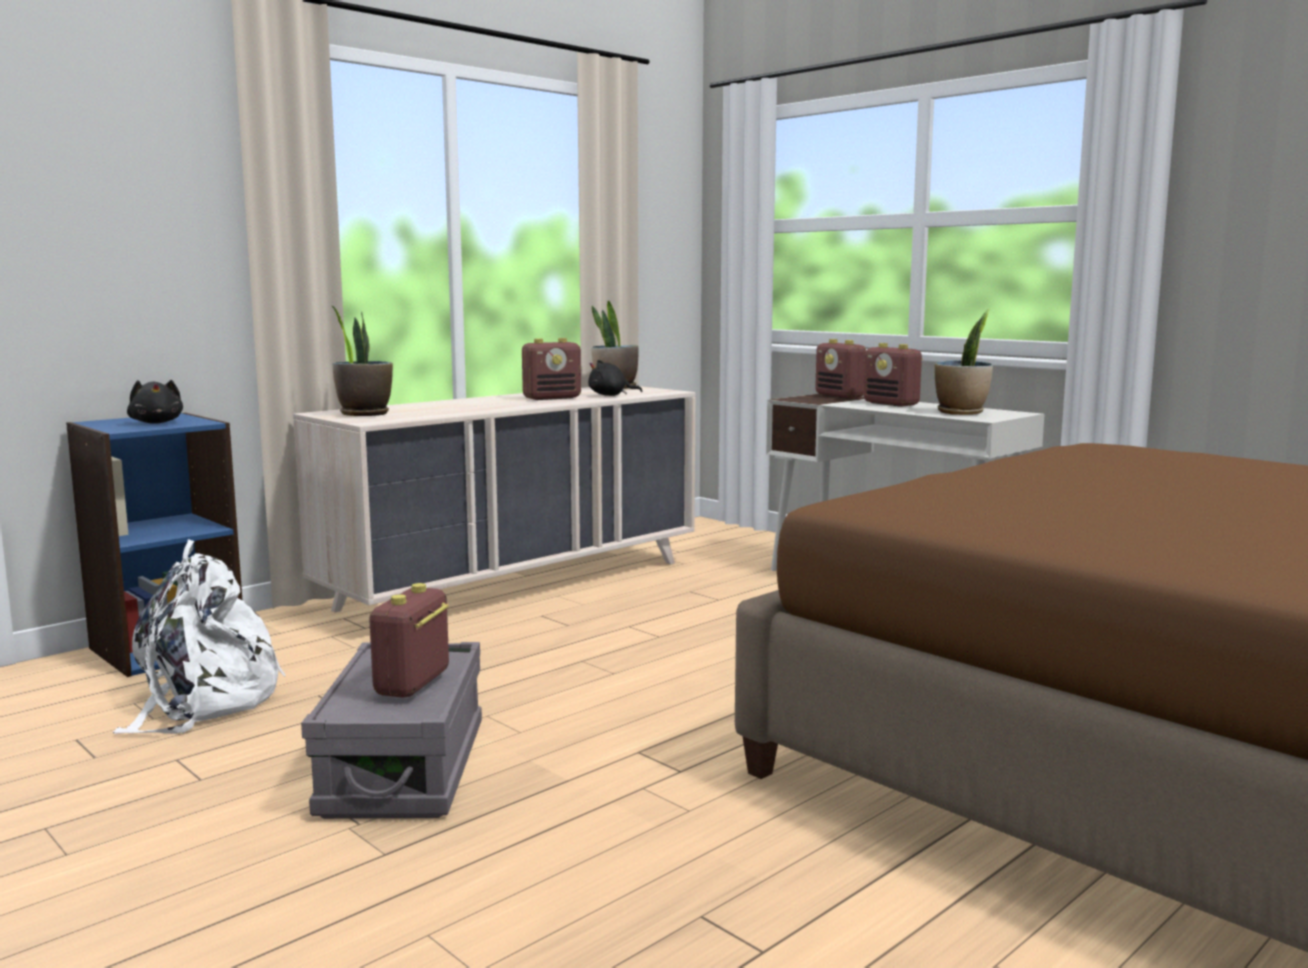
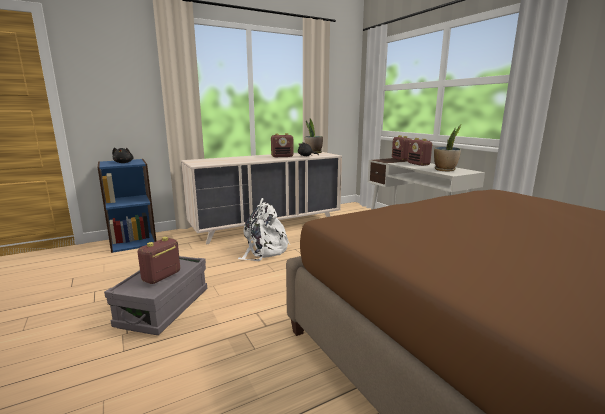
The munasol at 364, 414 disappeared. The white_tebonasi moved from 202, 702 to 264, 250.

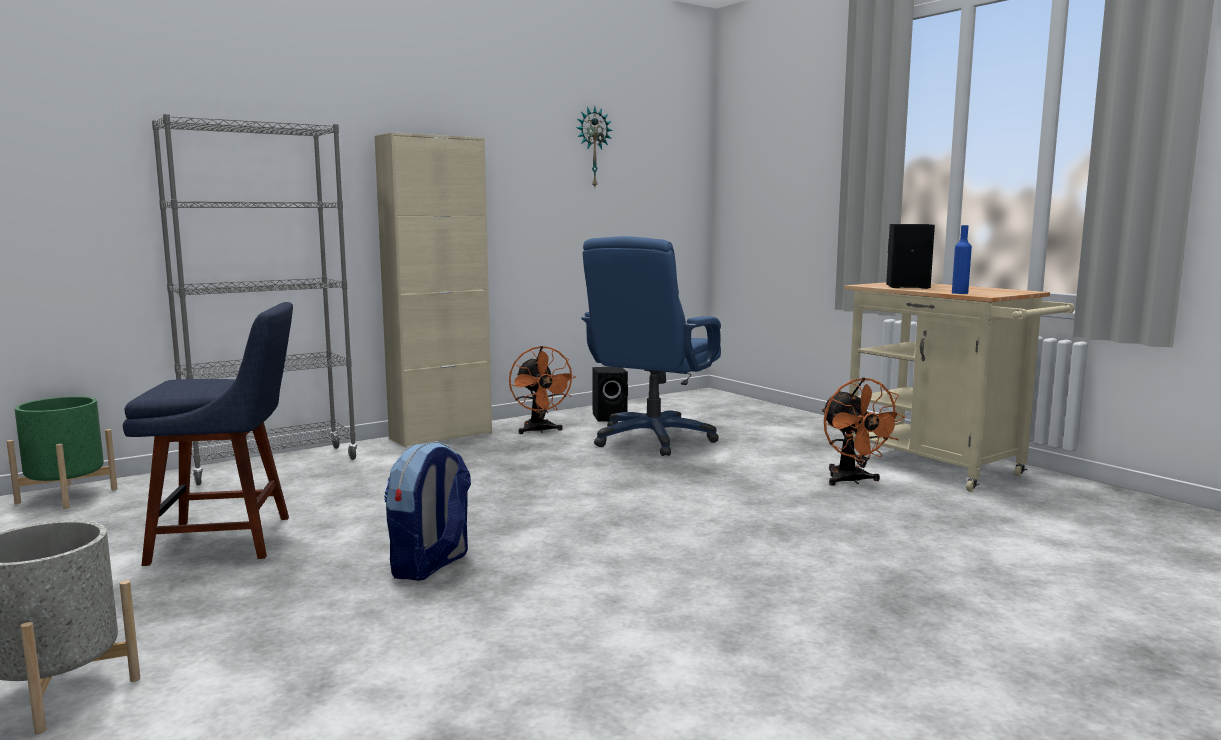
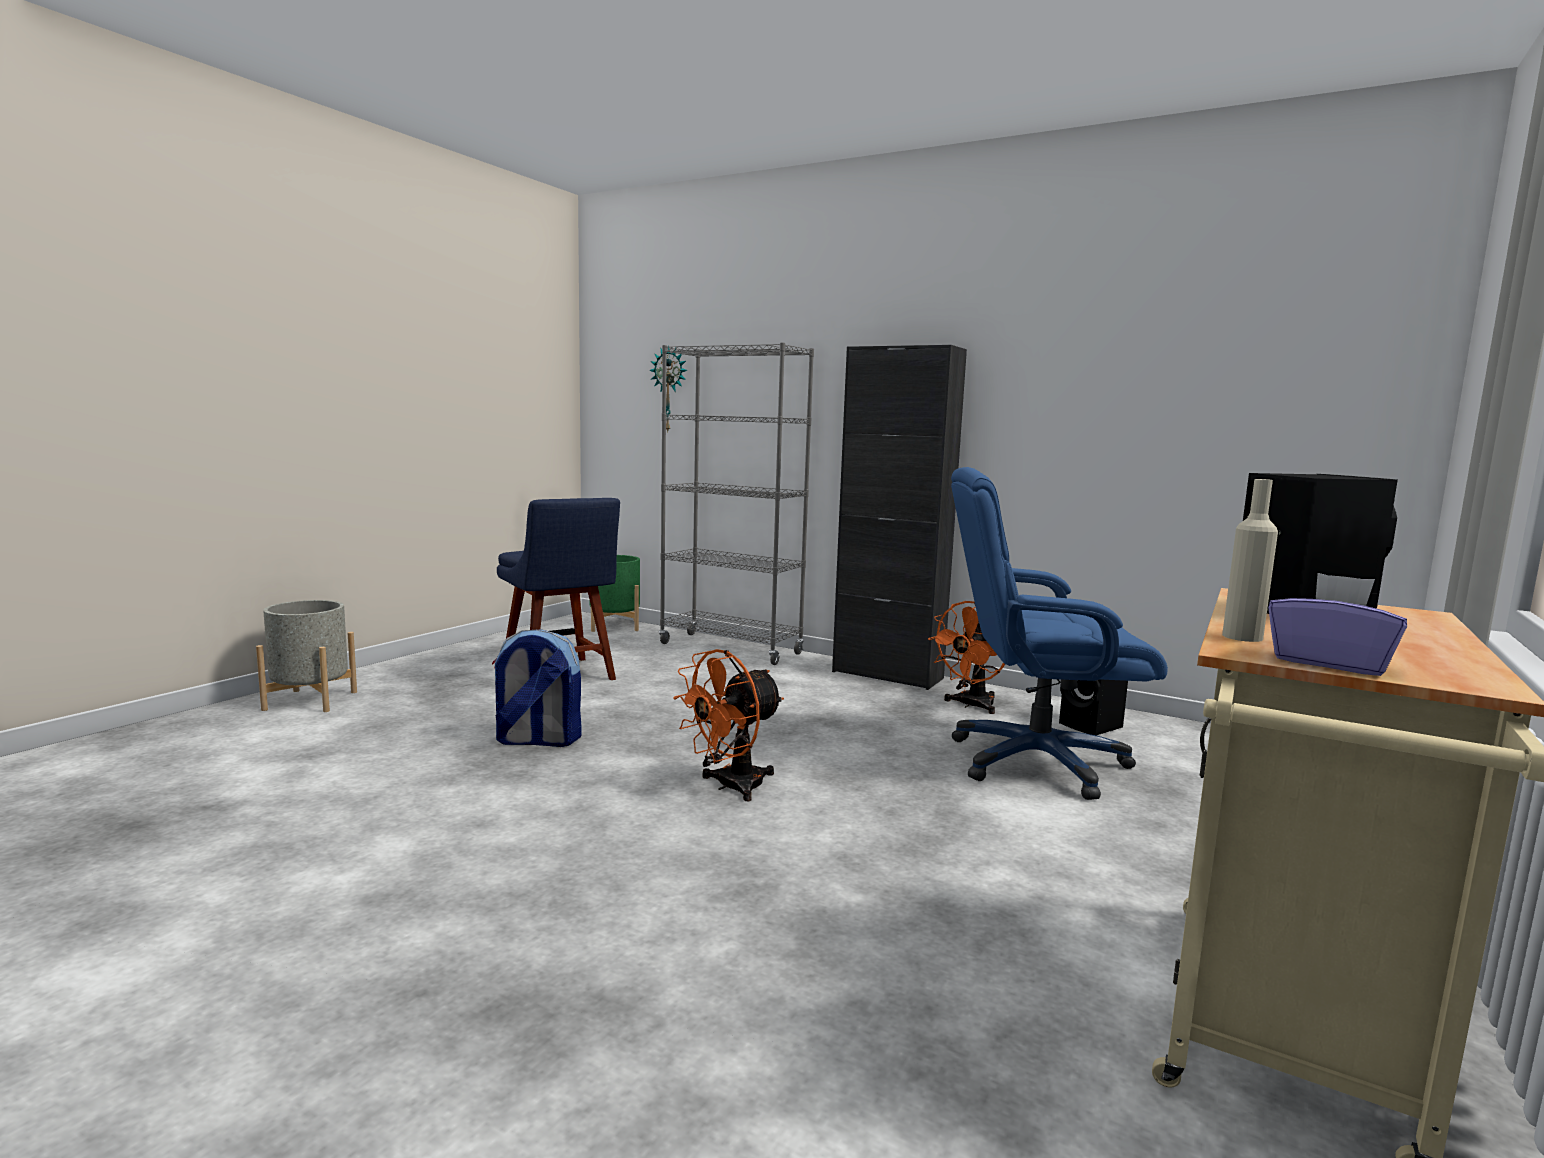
The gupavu moved from 592, 147 to 670, 389. The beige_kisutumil at 441, 435 became the black_kisutumil at 887, 675. The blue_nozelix at 959, 293 became the beige_nozelix at 1242, 637. The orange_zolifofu moved from 852, 481 to 730, 786. The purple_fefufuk at 1330, 663 appeared.

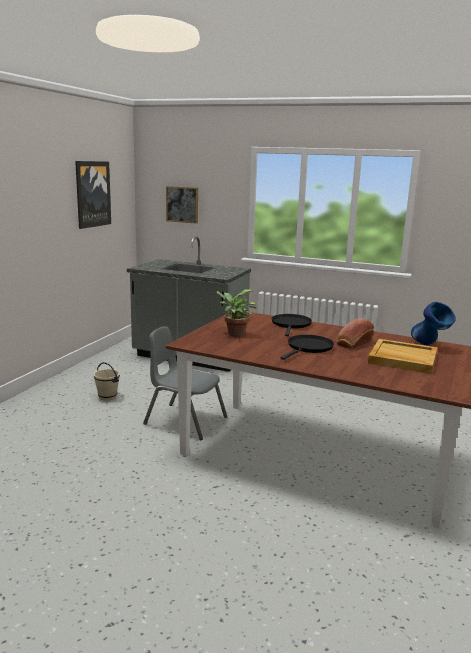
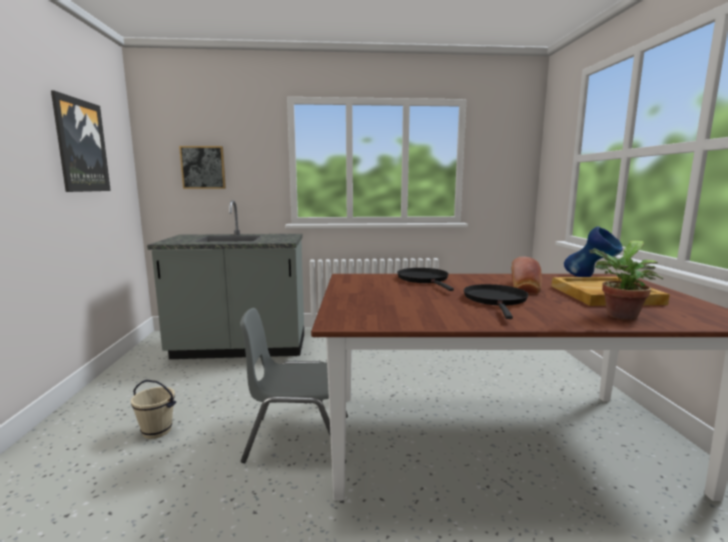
The munasol moved from 234, 334 to 619, 316.

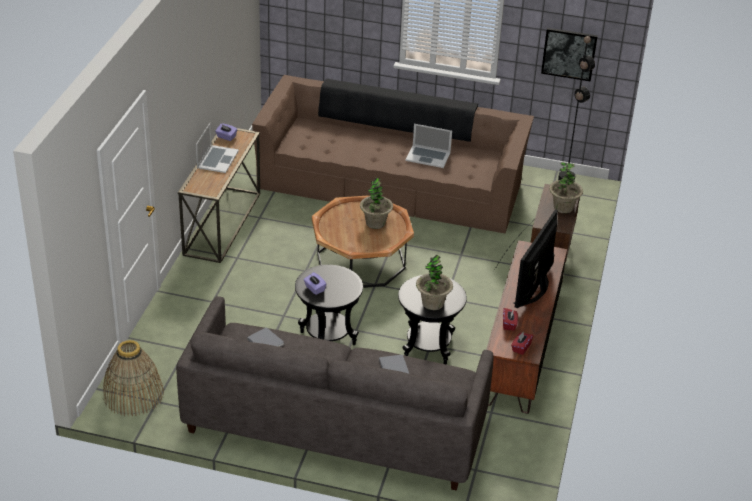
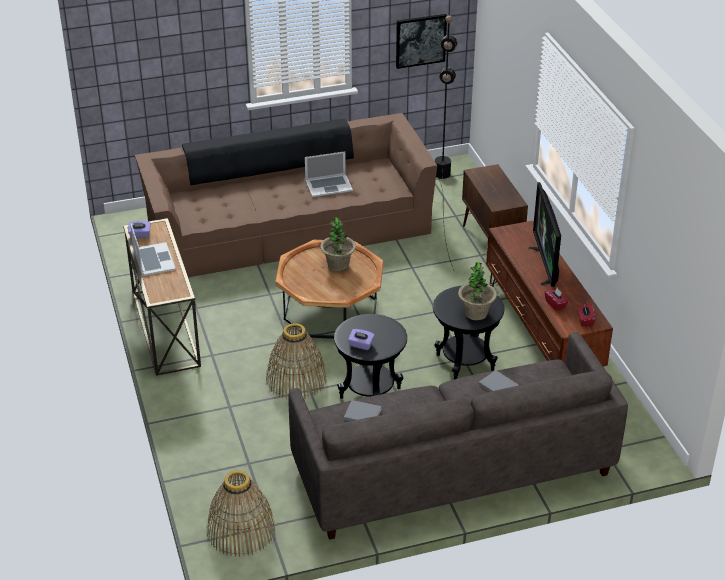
The munasol at 563, 207 disappeared. The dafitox at 296, 379 appeared.

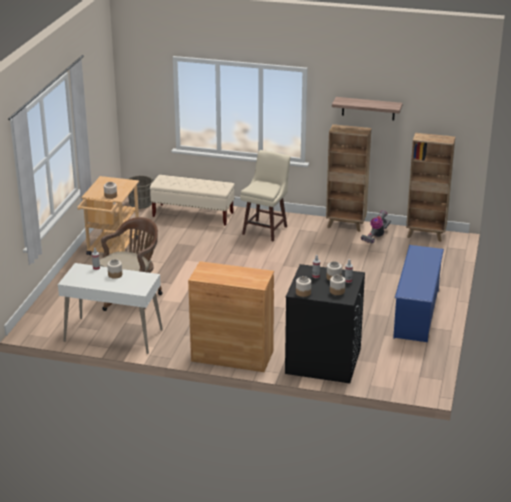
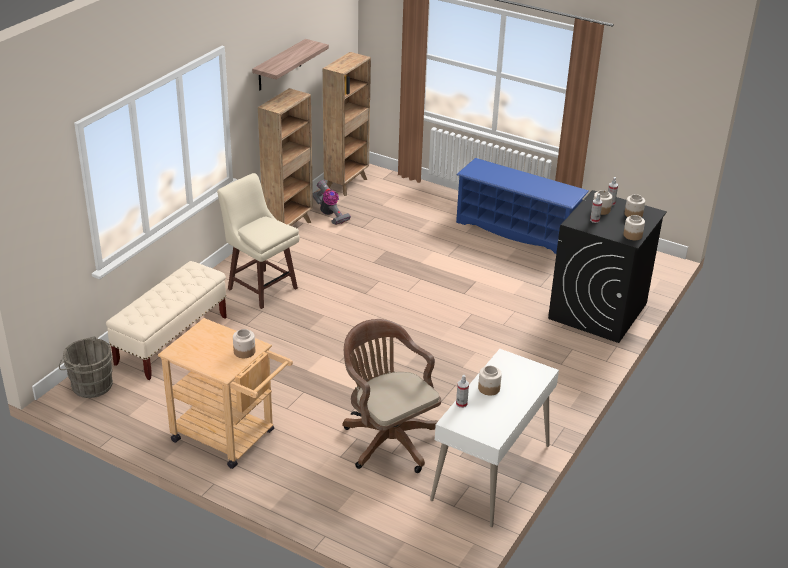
The brown_kisutumil at 232, 356 disappeared.

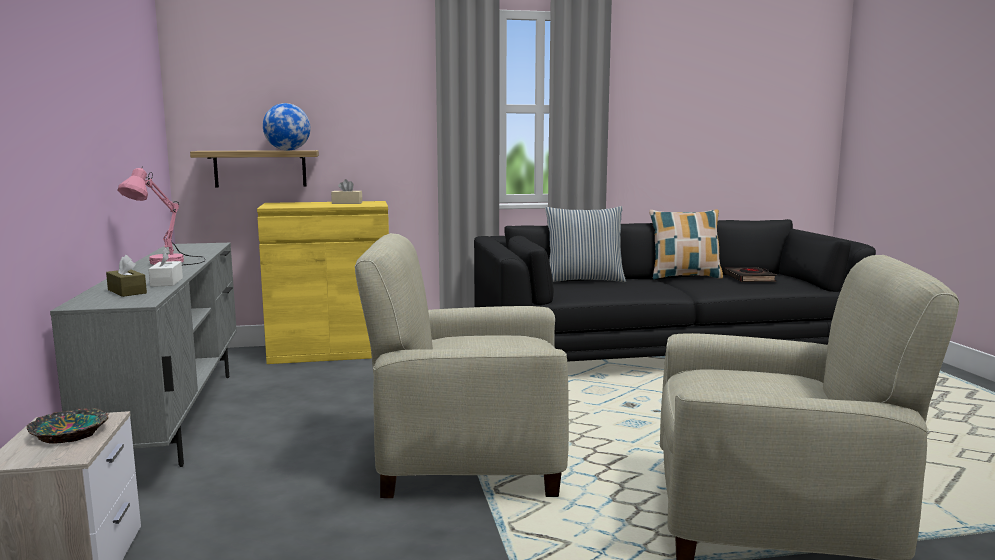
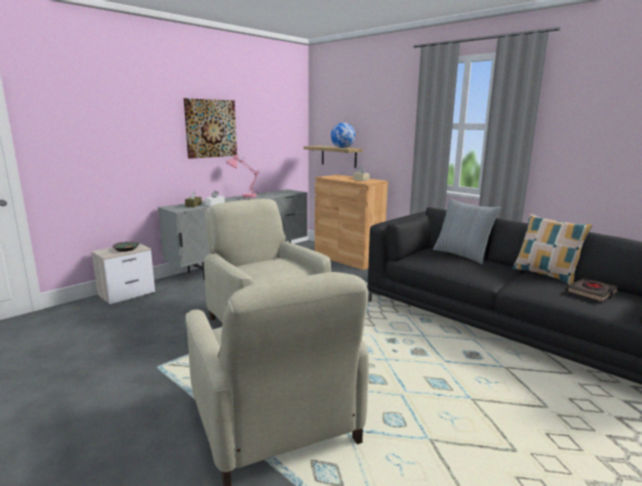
The yellow_kisutumil at 331, 352 became the brown_kisutumil at 348, 258. The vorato at 210, 128 appeared.

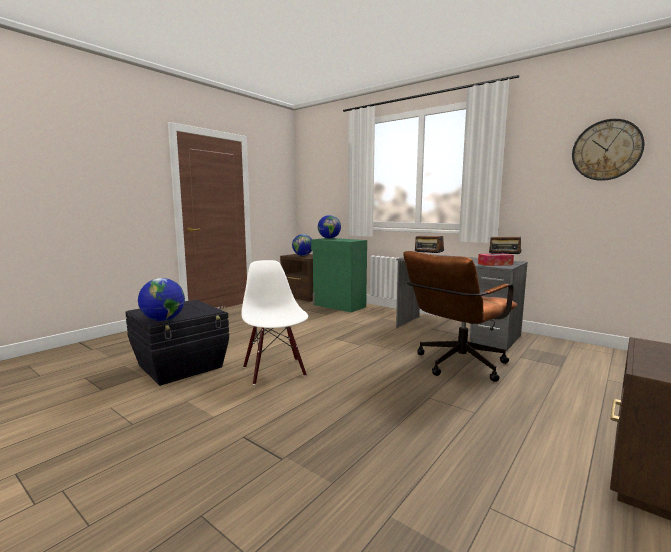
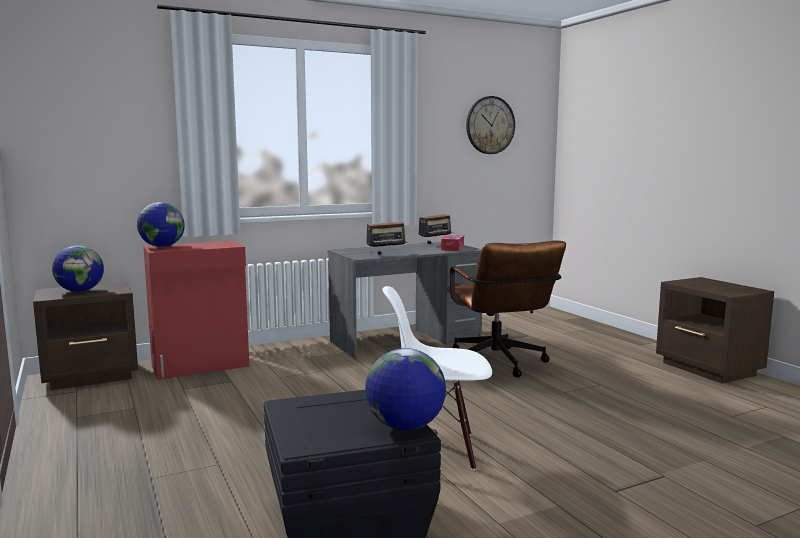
The green_kisutumil at 339, 306 became the red_kisutumil at 201, 366.

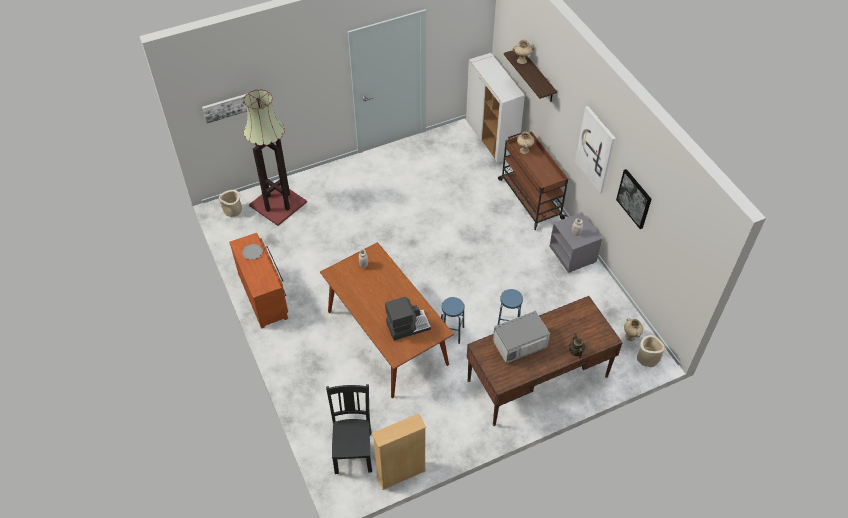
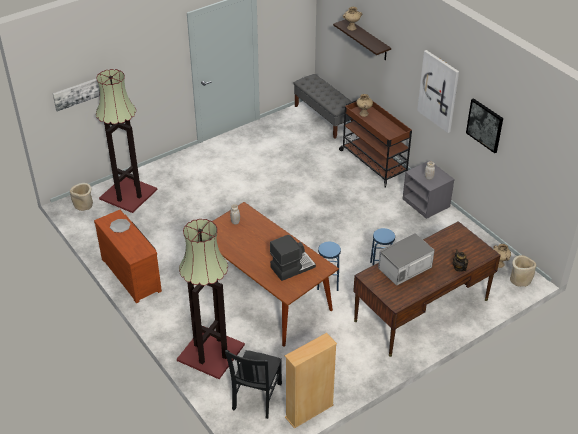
The white_kisutumil at 492, 138 was replaced by the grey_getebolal at 324, 118. The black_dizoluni at 353, 450 turned 150 degrees counterclockwise. The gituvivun at 212, 352 appeared.

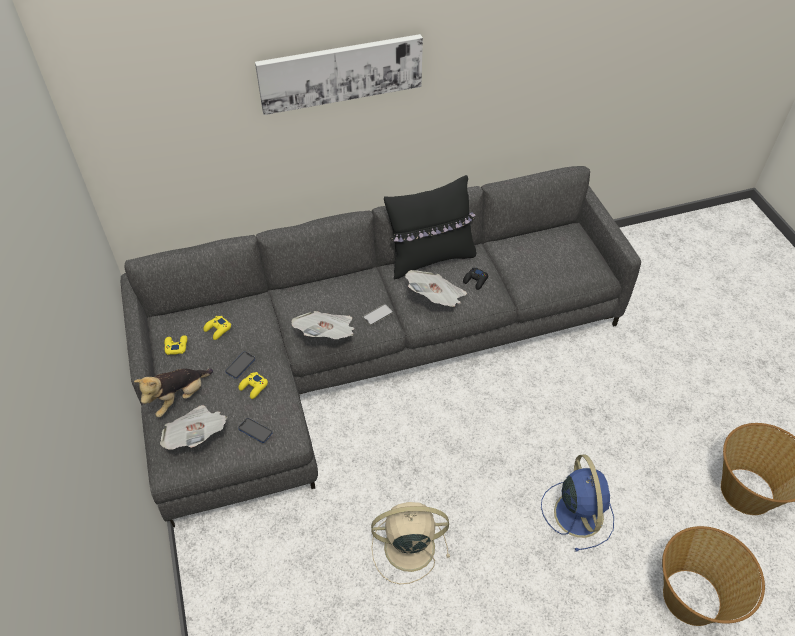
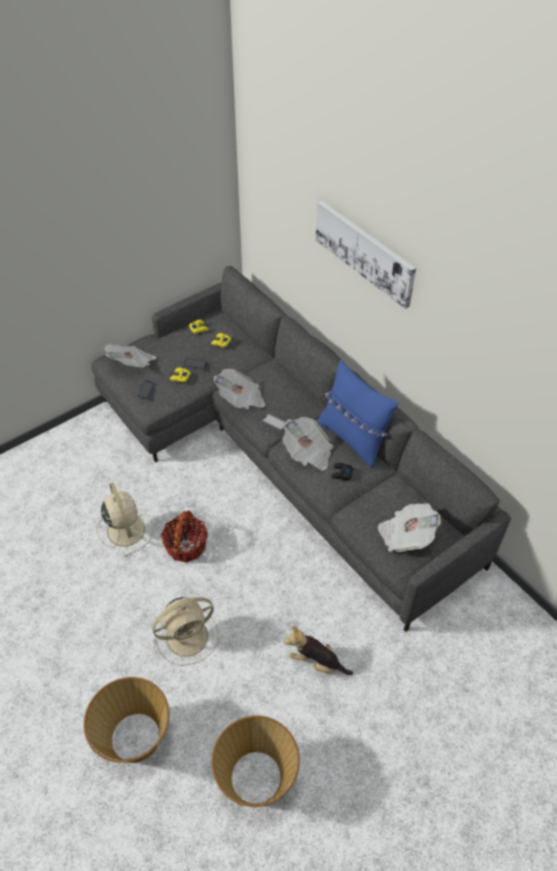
The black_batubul at 430, 258 became the blue_batubul at 353, 438. The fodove moved from 179, 398 to 316, 662. The blue_zolifofu at 578, 512 became the beige_zolifofu at 189, 636. The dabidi at 406, 535 appeared. The dafitox at 186, 545 appeared.

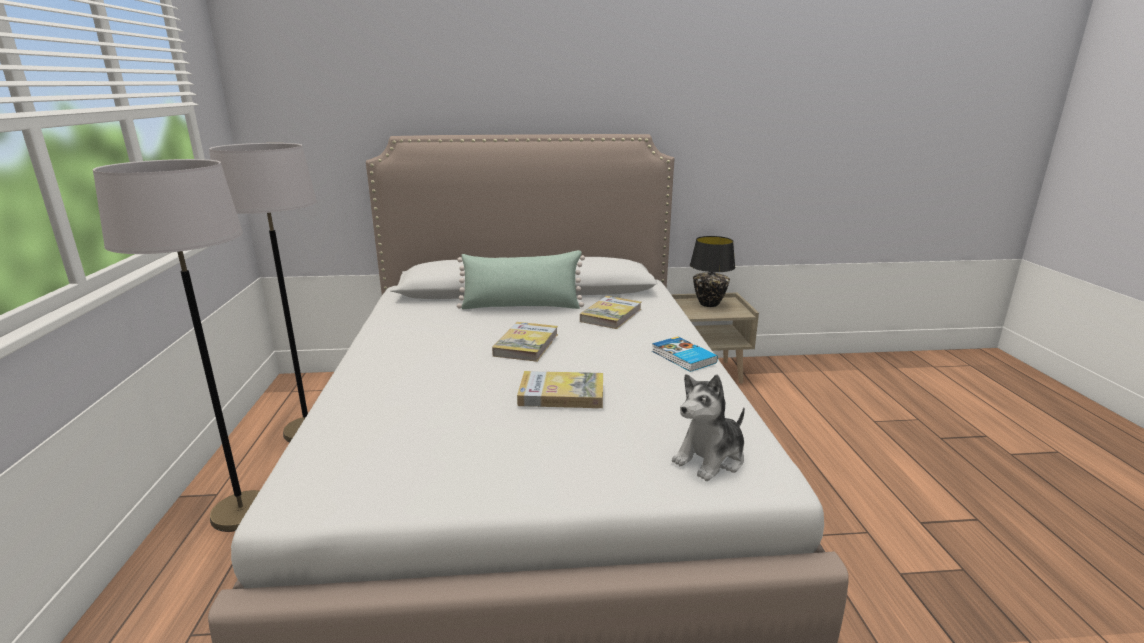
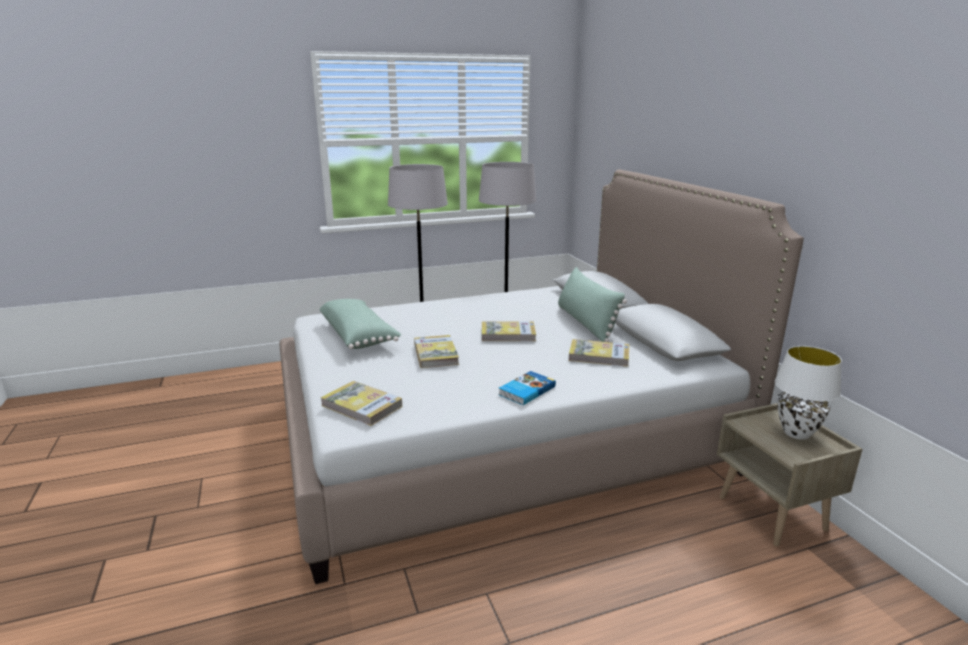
The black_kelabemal at 708, 304 became the white_kelabemal at 797, 433. The fodove at 710, 459 was replaced by the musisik at 362, 406. The green_batubul at 359, 336 appeared.

